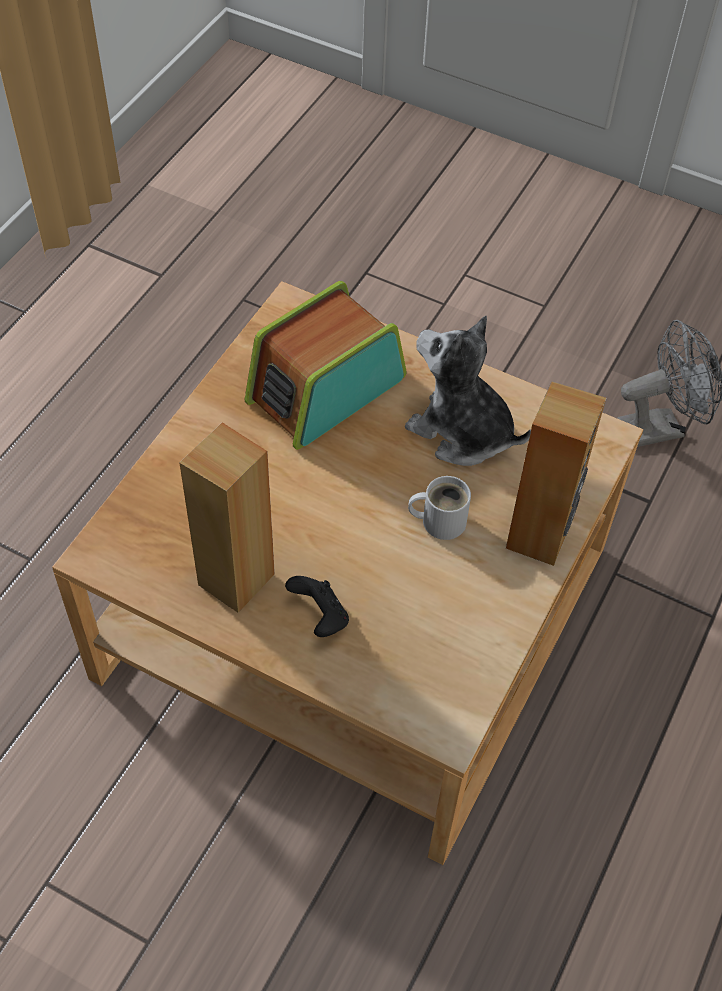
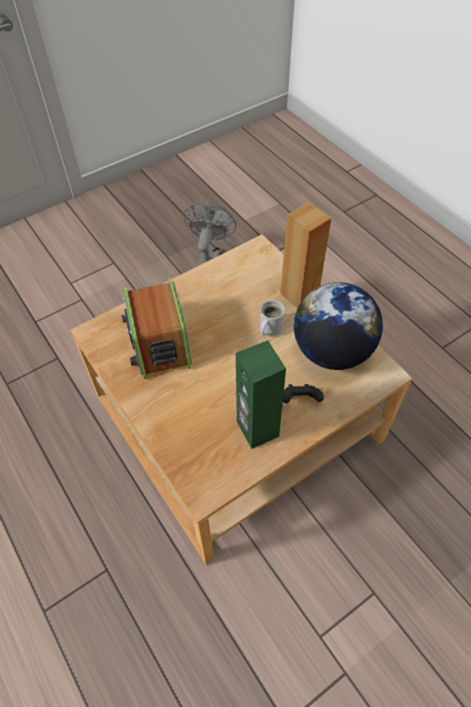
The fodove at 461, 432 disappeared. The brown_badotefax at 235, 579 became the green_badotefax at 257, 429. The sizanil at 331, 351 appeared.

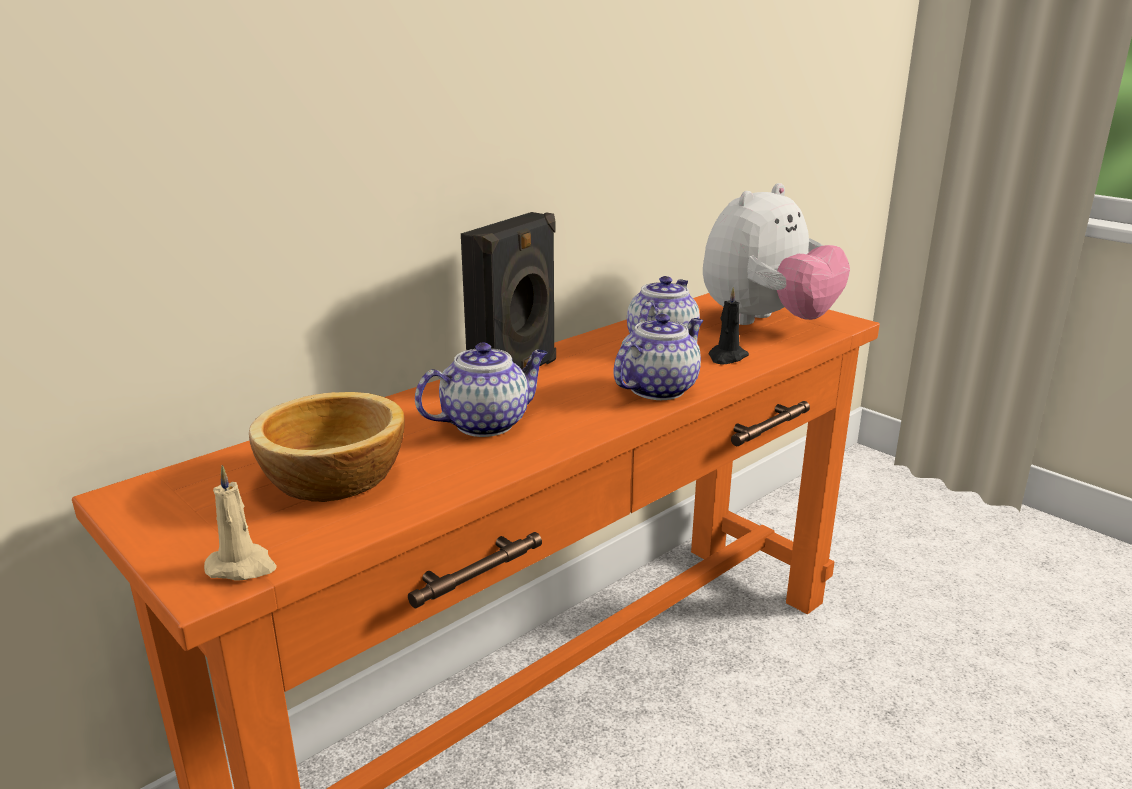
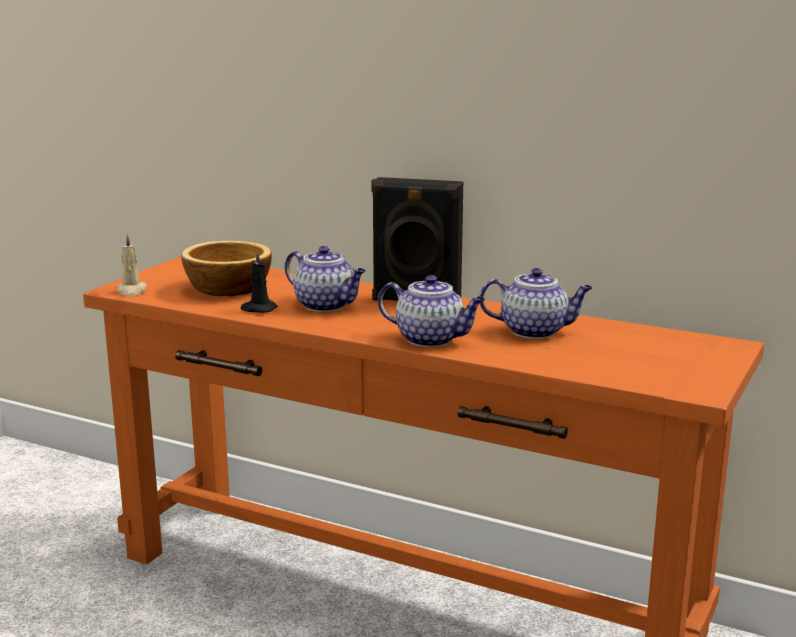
The fodove at 767, 322 disappeared. The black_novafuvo moved from 727, 357 to 258, 309.

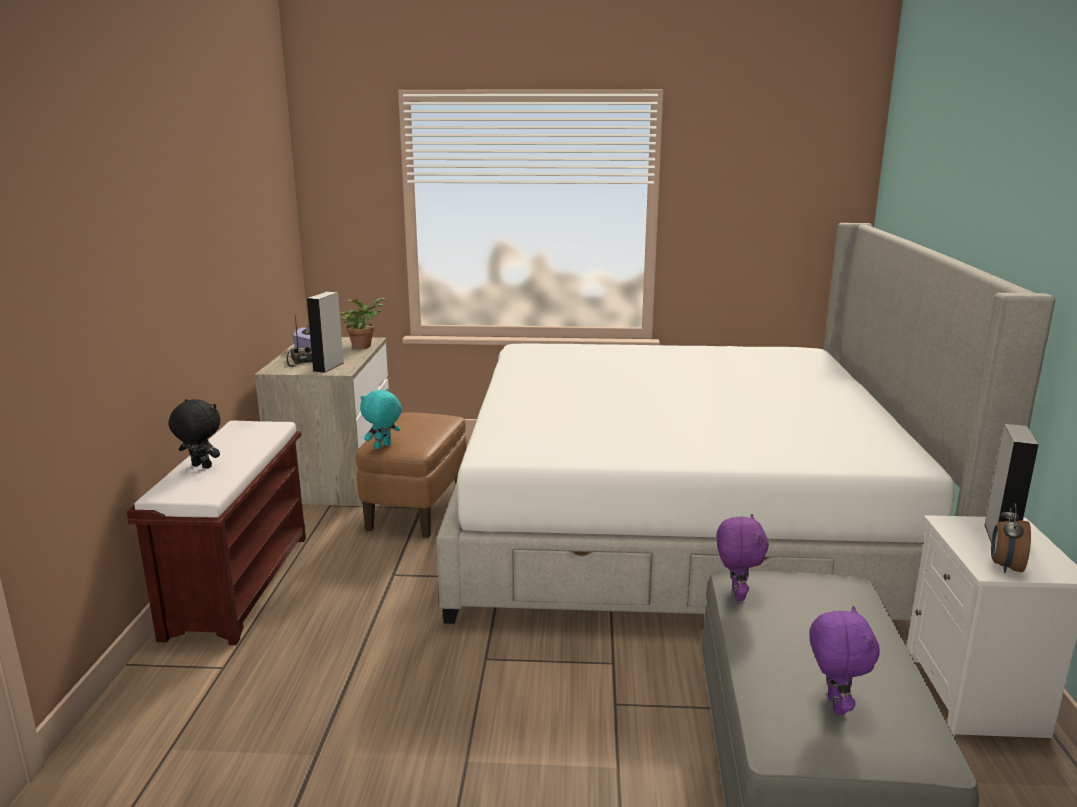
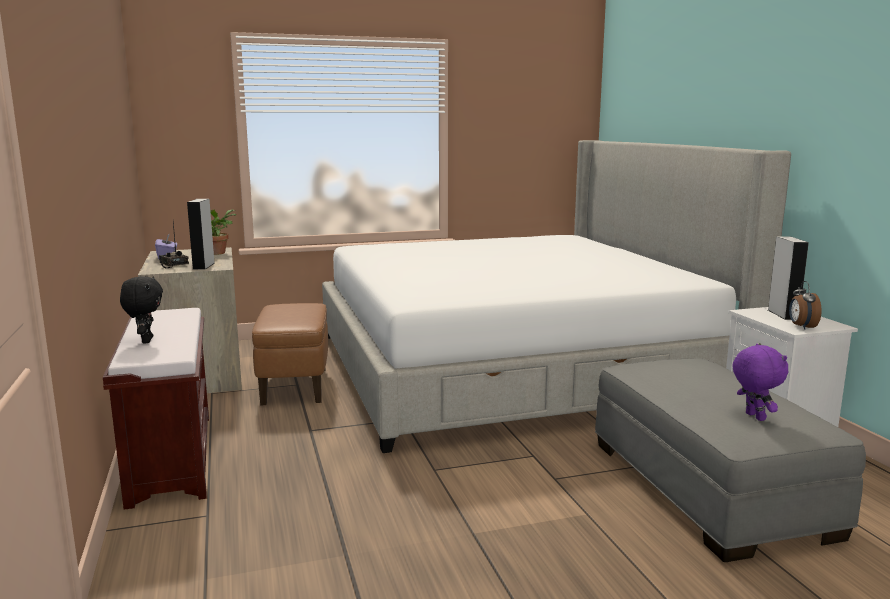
The turquoise_fodove at 383, 447 disappeared. The black_fodove at 200, 467 turned 75 degrees clockwise. The purple_fodove at 736, 594 disappeared.

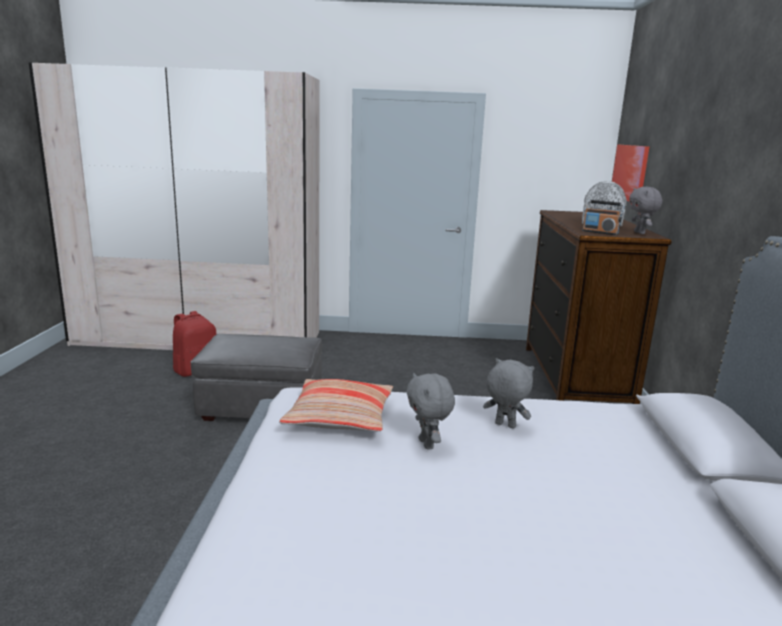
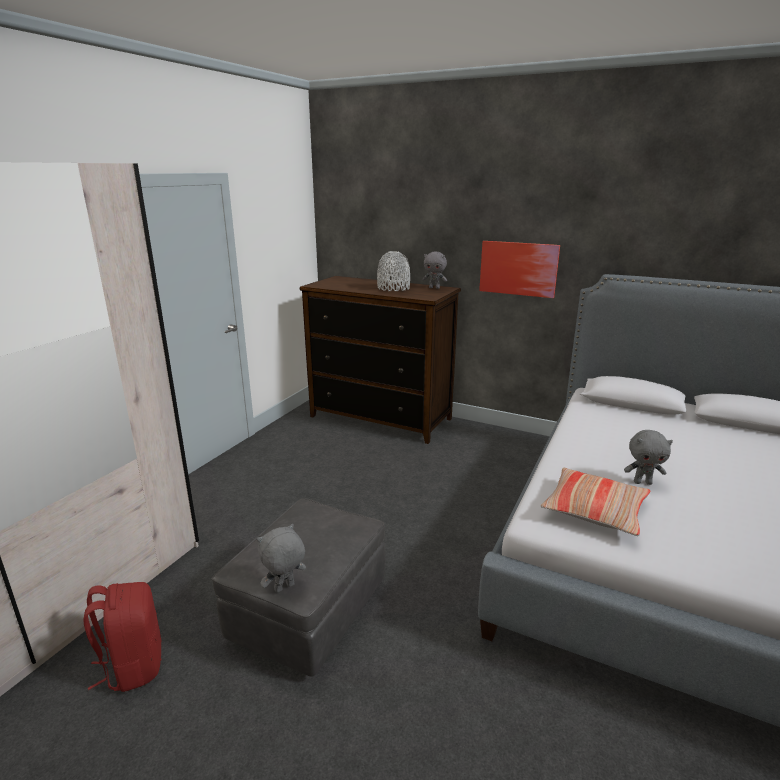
The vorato moved from 630, 172 to 518, 268. The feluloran at 600, 232 disappeared. The grey_fodove moved from 504, 426 to 284, 588.

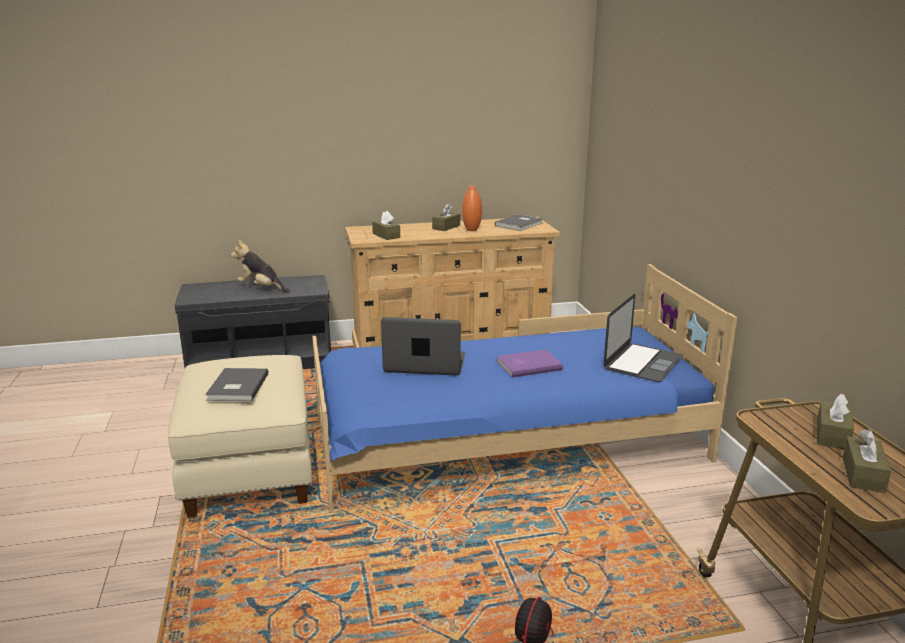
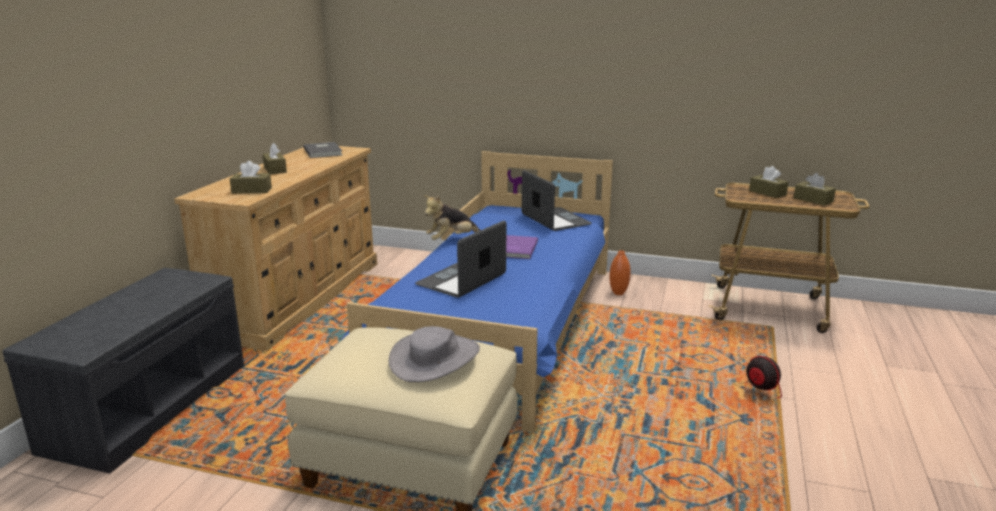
The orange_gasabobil moved from 471, 230 to 618, 293. The fodove moved from 261, 288 to 451, 240. The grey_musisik at 236, 387 was replaced by the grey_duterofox at 435, 359.

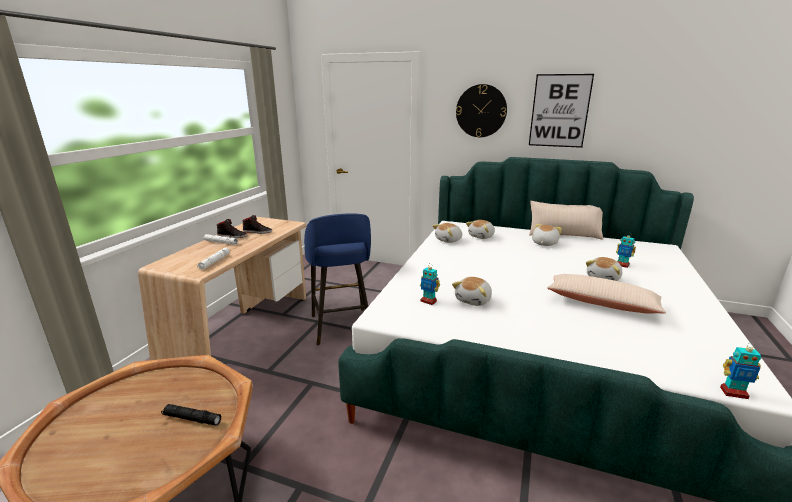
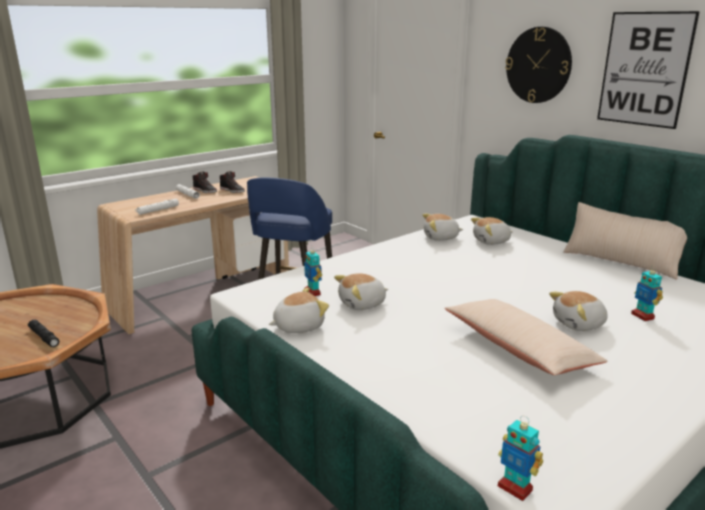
The fodove moved from 543, 243 to 298, 326.

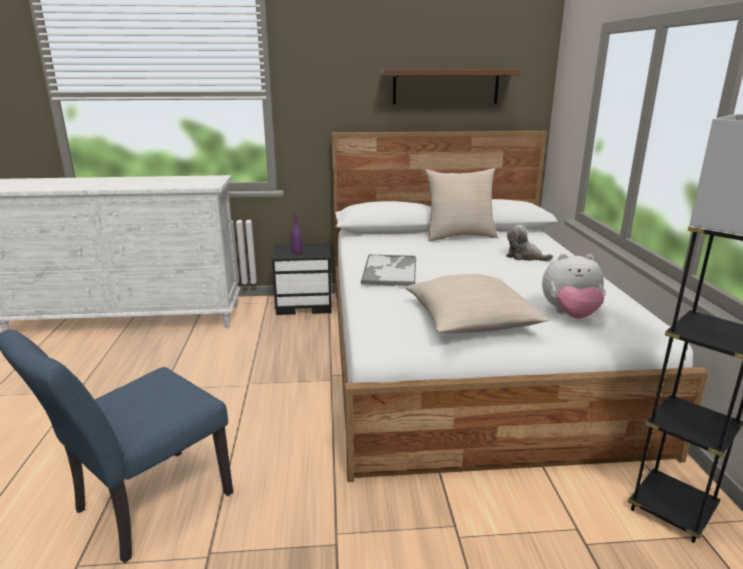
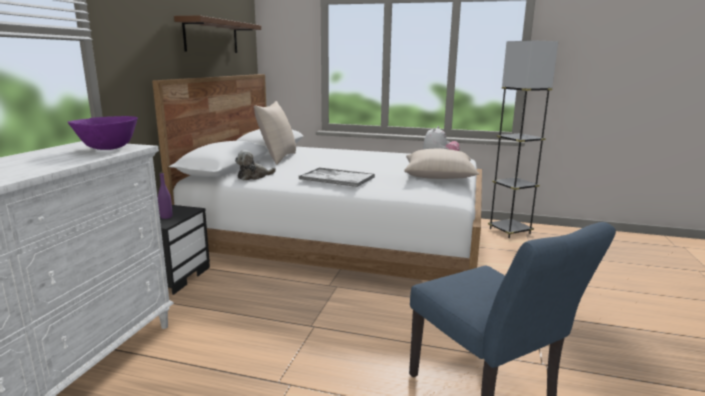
The fodove moved from 524, 257 to 253, 177. The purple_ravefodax at 108, 149 appeared.

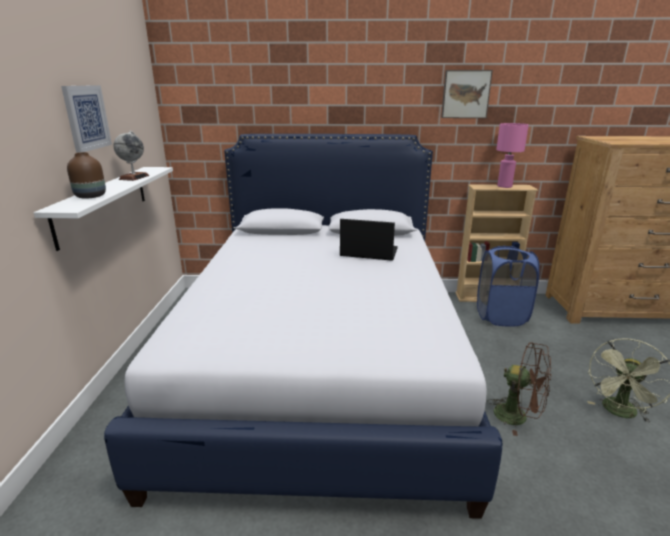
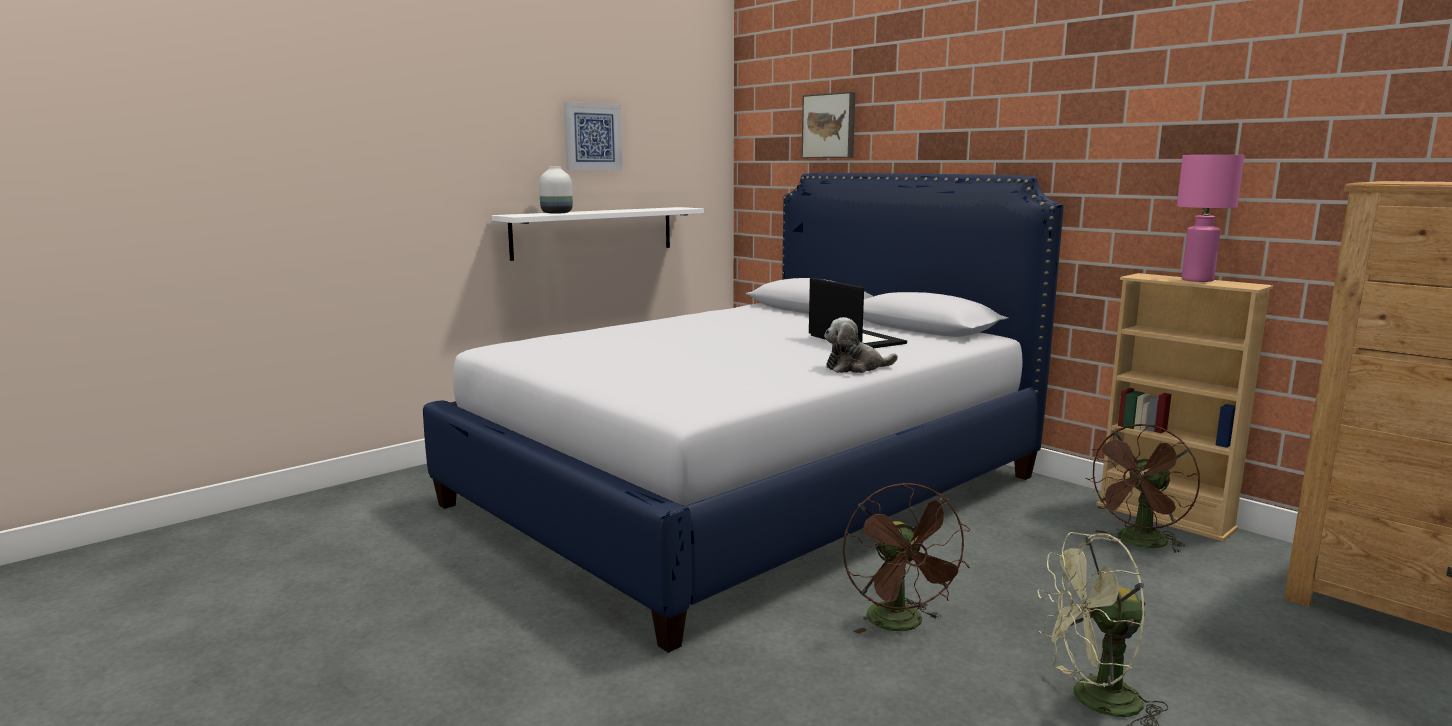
The vorato moved from 465, 94 to 830, 126. The sizanil at 134, 177 disappeared. The brown_gasabobil at 90, 196 became the white_gasabobil at 556, 213. The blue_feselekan at 501, 316 was replaced by the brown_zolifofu at 1139, 543. The fodove at 855, 368 appeared.

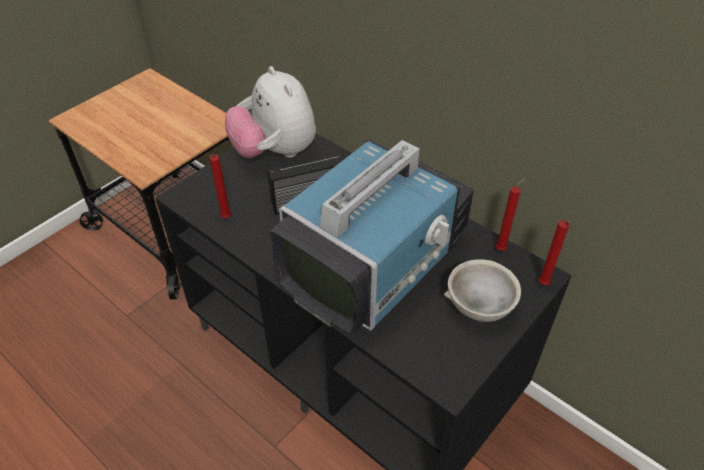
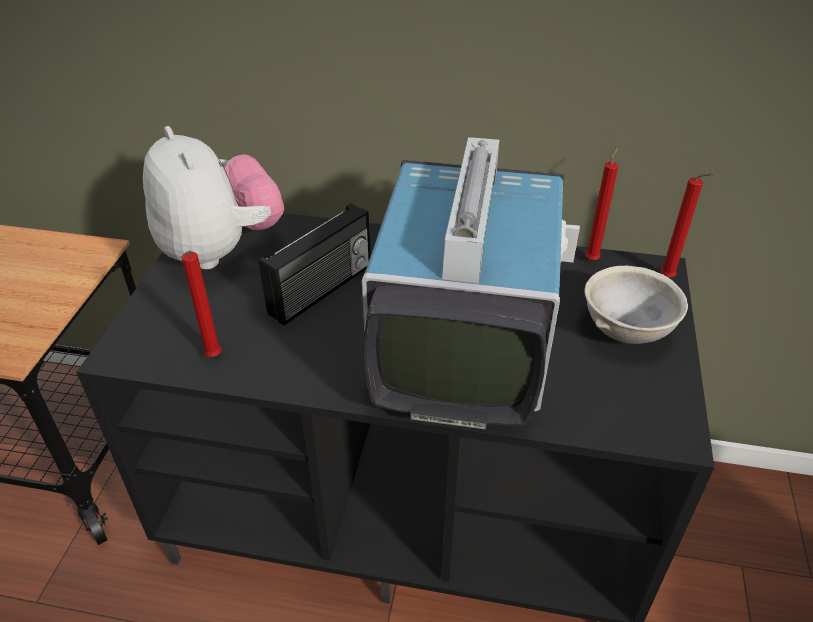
The fodove at 275, 152 turned 150 degrees counterclockwise.

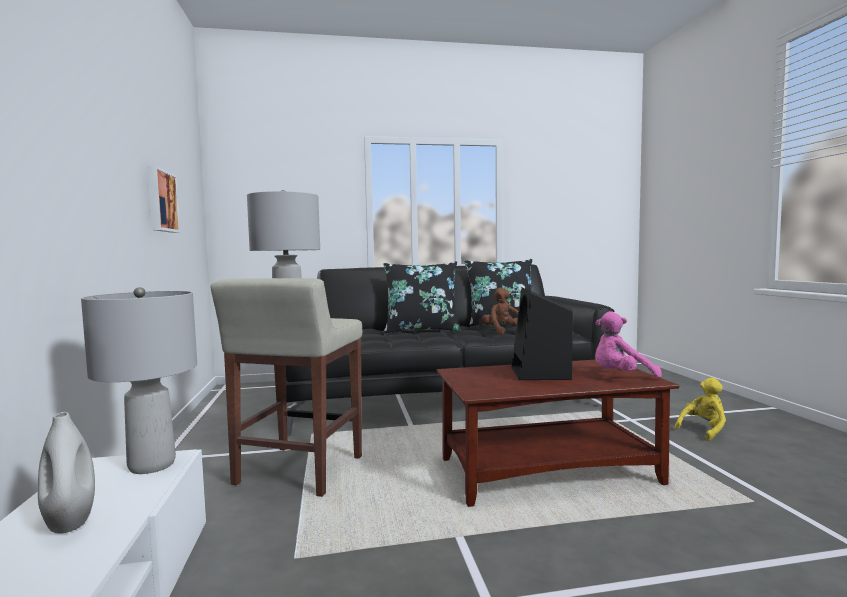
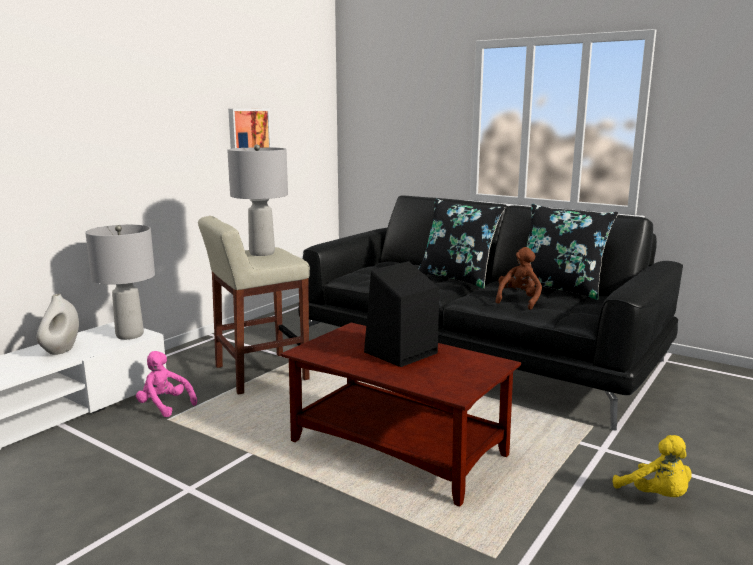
The pink_fodove moved from 621, 376 to 164, 406. The yellow_fodove at 704, 430 turned 45 degrees clockwise.

